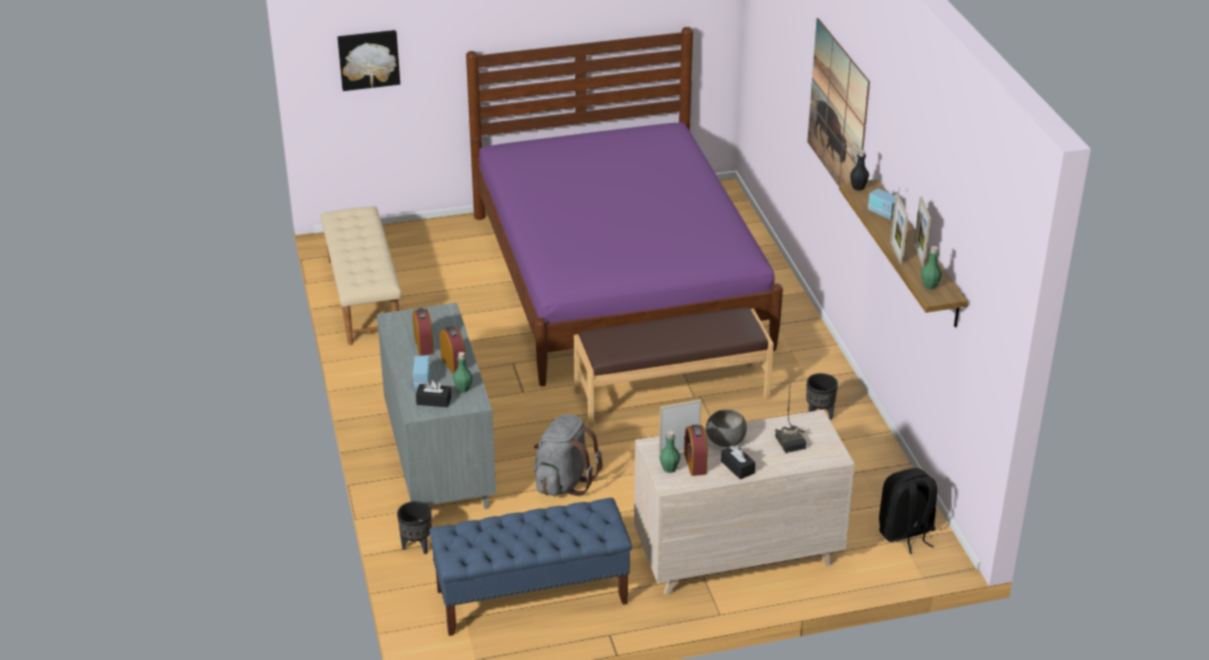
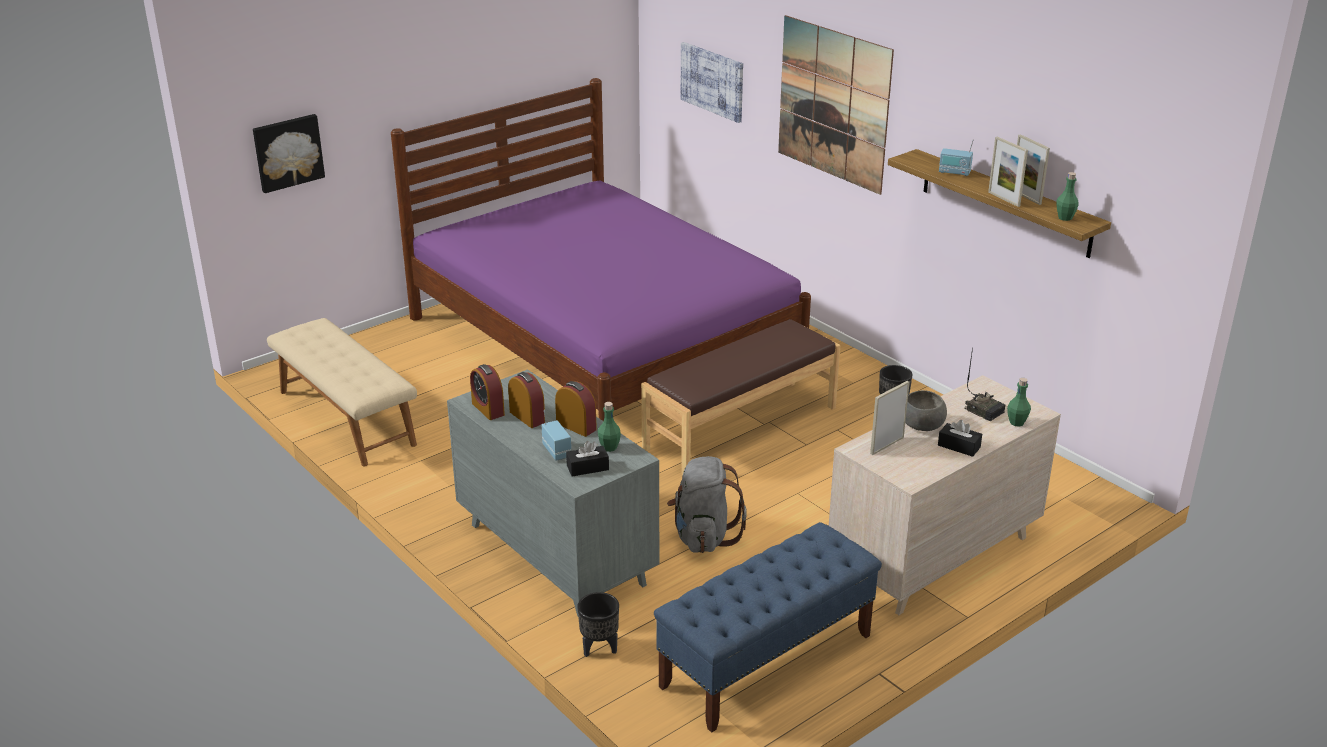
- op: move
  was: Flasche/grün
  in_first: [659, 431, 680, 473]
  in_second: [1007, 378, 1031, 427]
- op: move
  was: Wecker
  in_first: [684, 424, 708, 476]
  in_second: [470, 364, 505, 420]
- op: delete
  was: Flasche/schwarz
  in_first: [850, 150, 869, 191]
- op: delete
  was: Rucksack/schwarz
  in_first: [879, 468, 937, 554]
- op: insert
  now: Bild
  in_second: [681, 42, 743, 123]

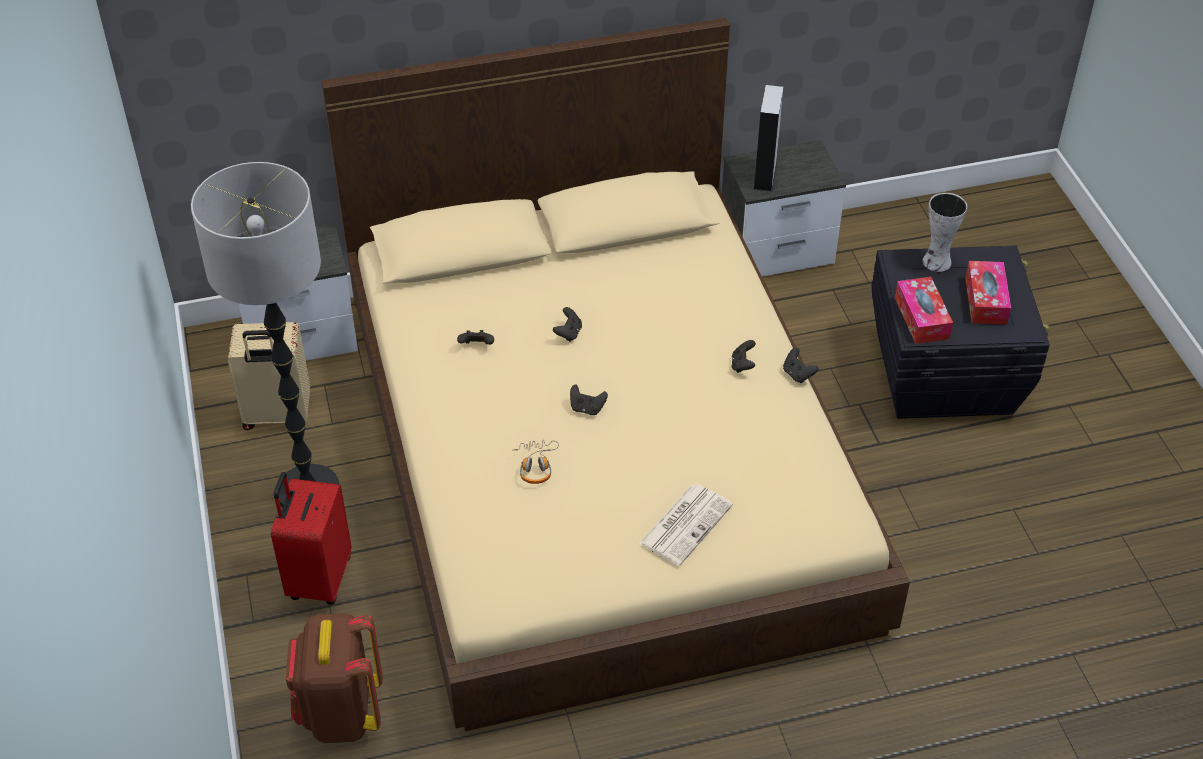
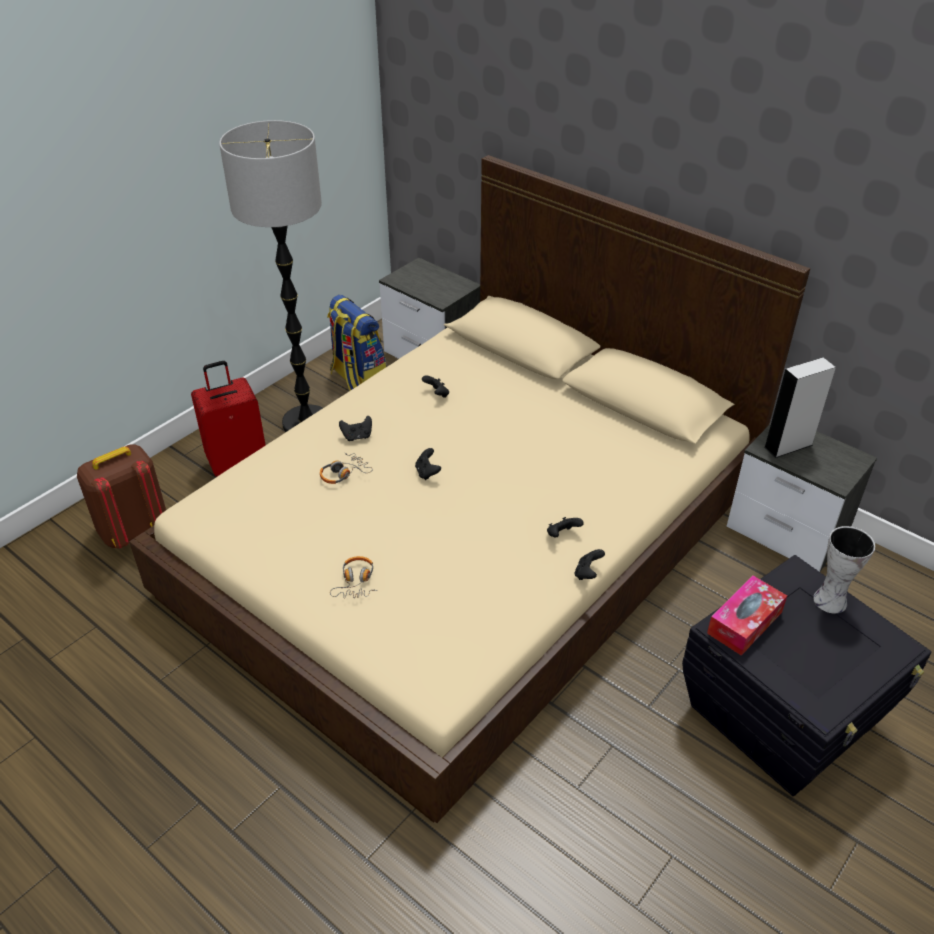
- op: replace
  was: Koffer/beige
  now: Rucksack
  in_first: [228, 322, 310, 430]
  in_second: [327, 295, 386, 391]
- op: move
  was: Gamepad/schwarz
  in_first: [553, 307, 582, 342]
  in_second: [339, 416, 372, 441]
- op: replace
  was: Zeitung
  now: Kopfhörer
  in_first: [638, 484, 733, 566]
  in_second: [330, 556, 377, 599]
- op: delete
  was: Taschentuchbox
  in_first: [965, 261, 1011, 325]

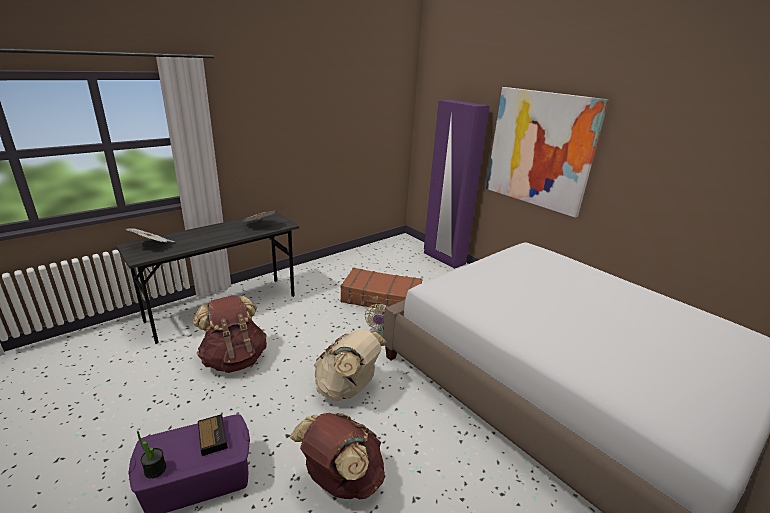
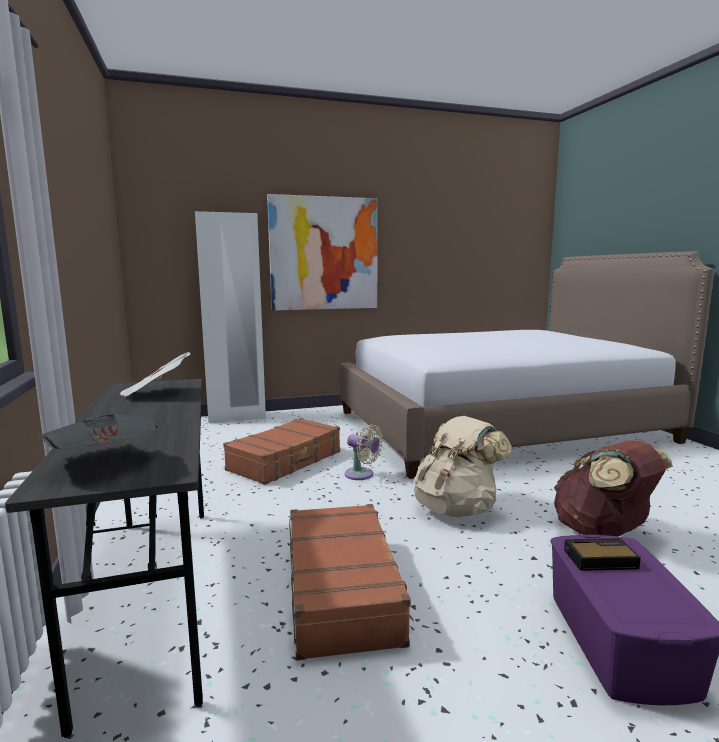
- op: delete
  was: Topfpflanze
  in_first: [137, 431, 166, 479]
- op: replace
  was: Rucksack/braun
  now: Koffer/braun
  in_first: [193, 295, 267, 373]
  in_second: [289, 504, 414, 660]
- op: recolor
  was: Kleiderschrank/lila
  now: Kleiderschrank/weiß
  in_first: [424, 100, 490, 269]
  in_second: [195, 211, 266, 423]

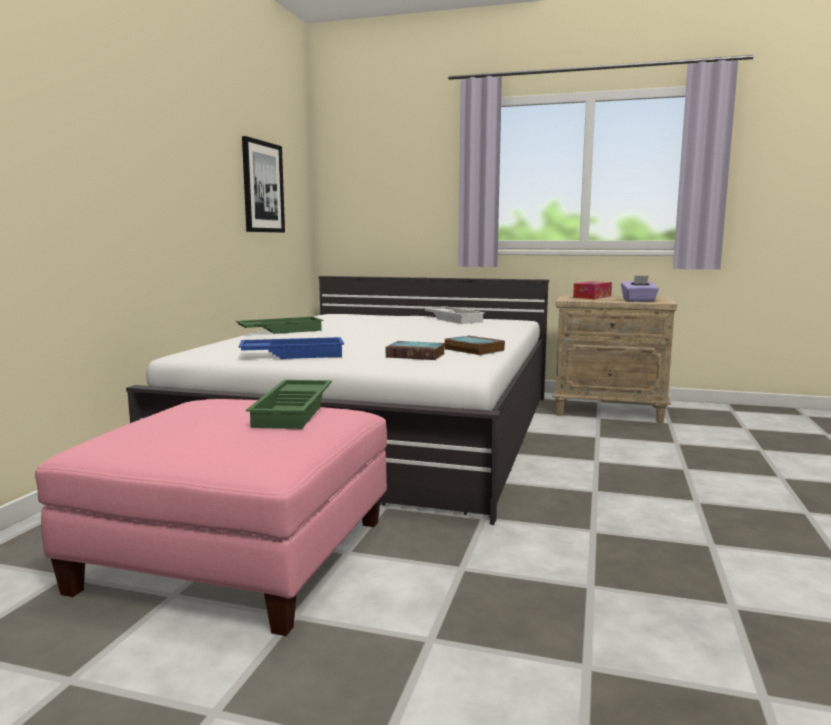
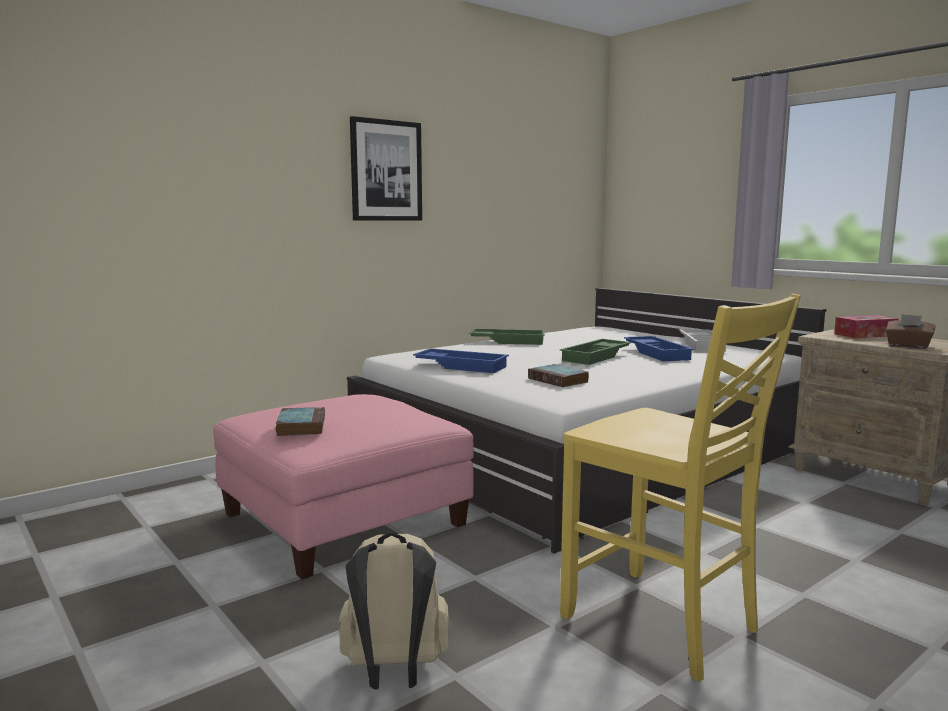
- op: move
  was: Bild
  in_first: [242, 136, 285, 232]
  in_second: [350, 116, 422, 221]
- op: move
  was: Tablett/grün
  in_first: [246, 380, 332, 429]
  in_second: [560, 339, 631, 365]
- op: move
  was: Buch
  in_first: [444, 335, 505, 355]
  in_second: [275, 407, 325, 436]
- op: recolor
  was: Taschentuchbox/lila
  now: Taschentuchbox/braun
  in_first: [621, 276, 659, 301]
  in_second: [886, 314, 936, 348]
- op: insert
  now: Rucksack/beige
  in_second: [339, 533, 450, 690]
- op: insert
  now: Stuhl/gelb
  in_second: [560, 294, 801, 682]
- op: insert
  now: Tablett/blau
  in_second: [624, 336, 694, 361]

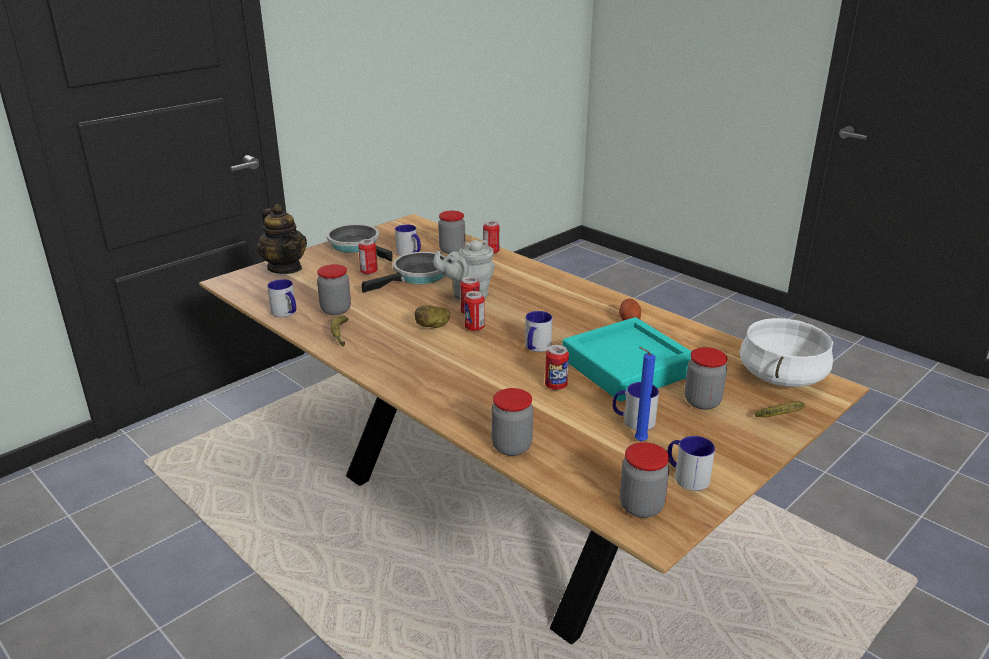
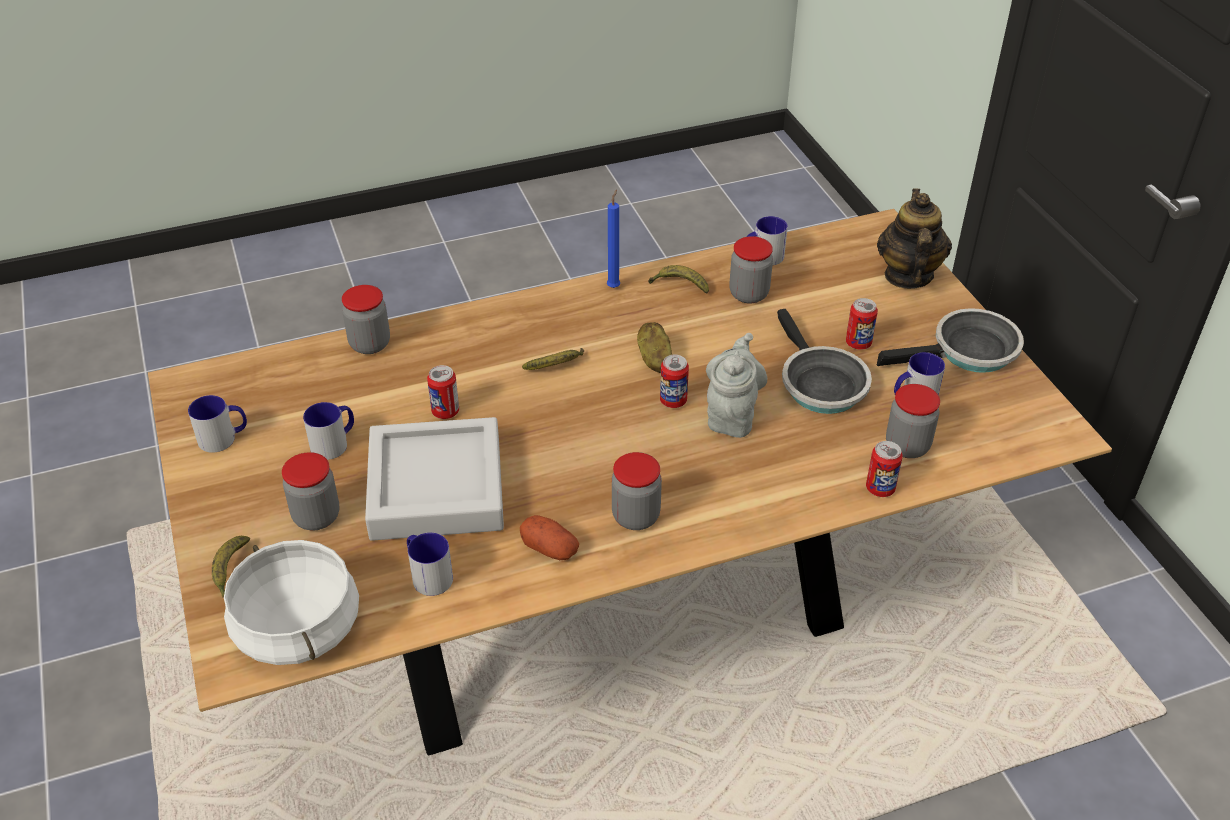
- op: rotate
  was: Teekanne
  in_first: [257, 204, 307, 274]
  in_second: [877, 188, 952, 289]
  clockwise: 105
- op: delete
  was: Dose
  in_first: [464, 291, 485, 331]
- op: move
  was: Henkelbecher
  in_first: [525, 311, 552, 352]
  in_second: [407, 533, 453, 596]
- op: recolor
  was: Tablett/türkis
  now: Tablett/grau
  in_first: [562, 317, 692, 402]
  in_second: [365, 417, 504, 541]
- op: move
  was: Vorratsglas
  in_first: [620, 442, 669, 518]
  in_second: [612, 452, 662, 530]
- op: move
  was: Kerze/blau
  in_first: [635, 347, 655, 441]
  in_second: [607, 189, 620, 288]
- op: insert
  now: Banane
  in_second: [522, 348, 584, 370]

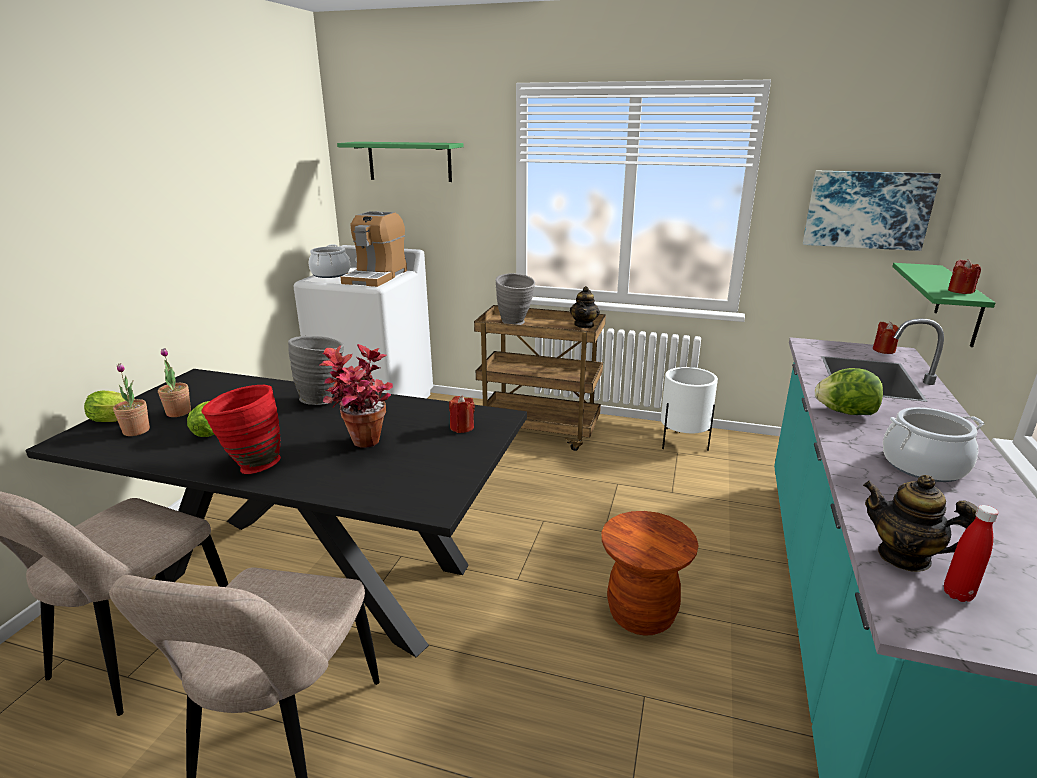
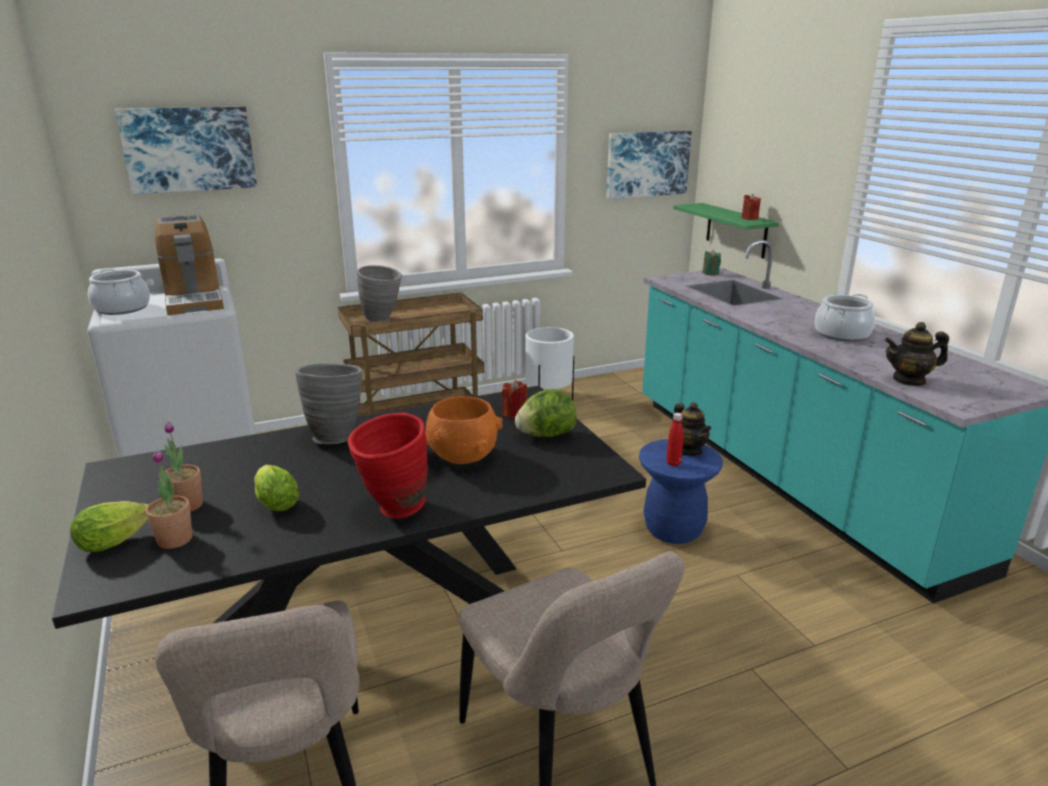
- op: replace
  was: Topfpflanze
  now: Schüssel/orange
  in_first: [319, 344, 393, 448]
  in_second: [425, 396, 503, 464]
- op: replace
  was: Wandregal/grün
  now: Bild
  in_first: [337, 142, 464, 182]
  in_second: [115, 107, 257, 194]
- op: move
  was: Teekanne
  in_first: [570, 286, 600, 328]
  in_second: [672, 402, 711, 456]
- op: recolor
  was: Hocker/braun
  now: Hocker/blau
  in_first: [601, 511, 699, 636]
  in_second: [639, 439, 723, 544]
- op: move
  was: Salatkopf
  in_first: [815, 368, 883, 415]
  in_second: [515, 389, 577, 437]
- op: recolor
  was: Kerze/rot
  now: Kerze/grün
  in_first: [873, 322, 899, 354]
  in_second: [702, 250, 721, 276]
- op: move
  was: Flasche/rot
  in_first: [944, 505, 998, 602]
  in_second: [666, 413, 684, 466]

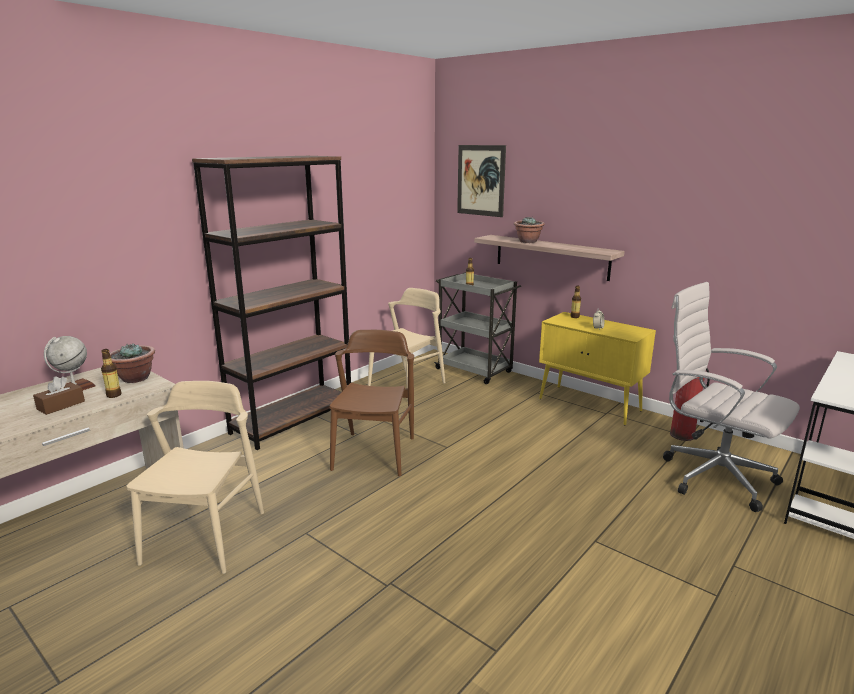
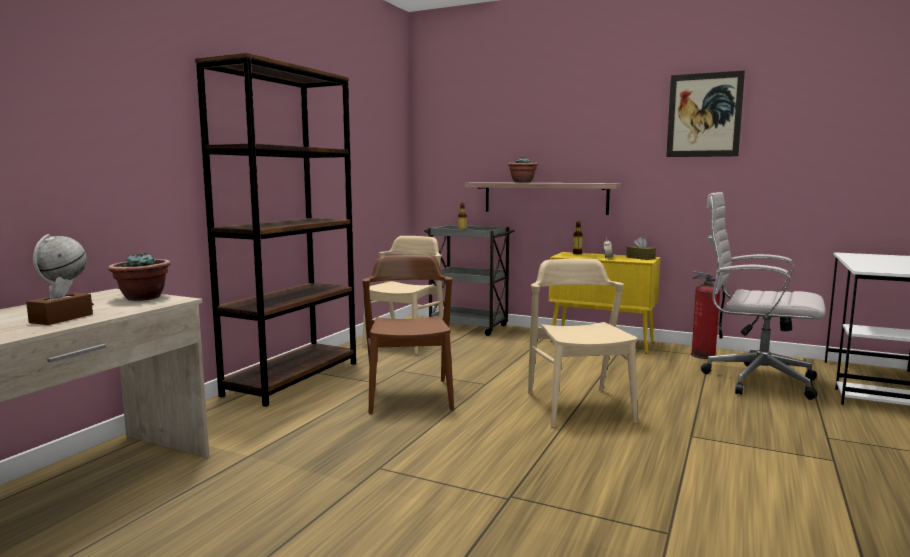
- op: delete
  was: Flasche
  in_first: [101, 349, 121, 398]
- op: move
  was: Stuhl/beige
  in_first: [127, 381, 264, 574]
  in_second: [528, 259, 637, 428]
- op: move
  was: Bild
  in_first: [457, 145, 506, 217]
  in_second: [666, 70, 745, 157]
- op: insert
  now: Taschentuchbox/braun
  in_second: [627, 237, 656, 260]

